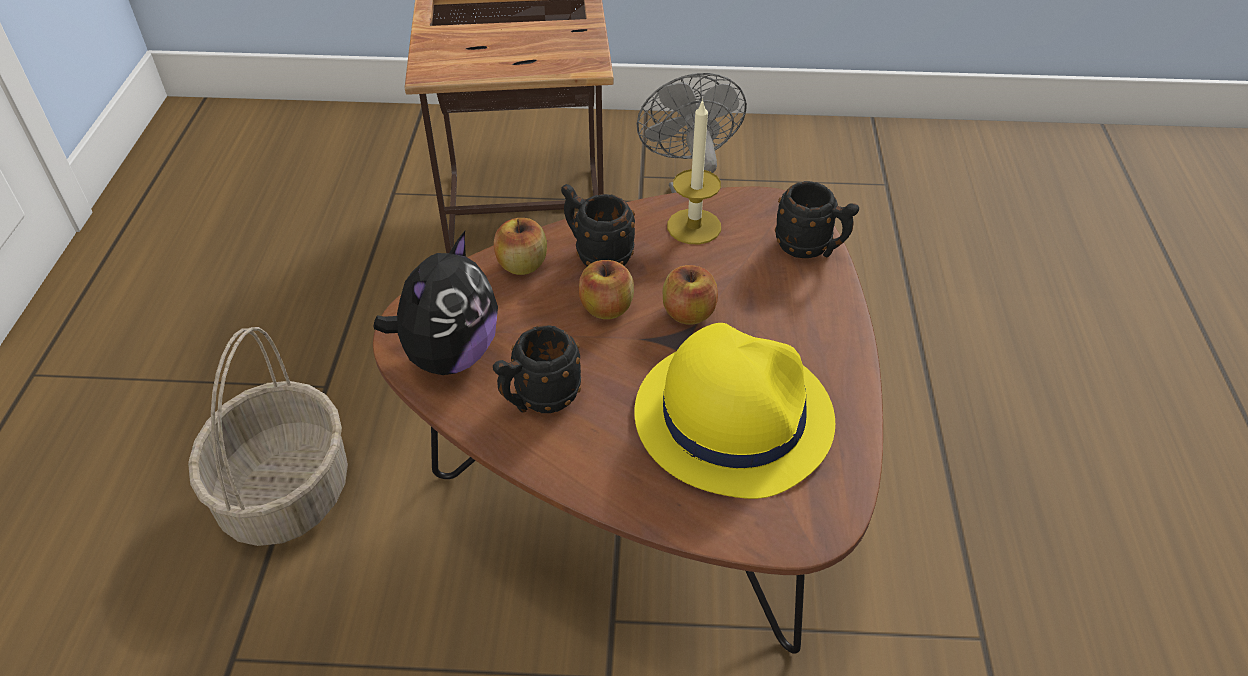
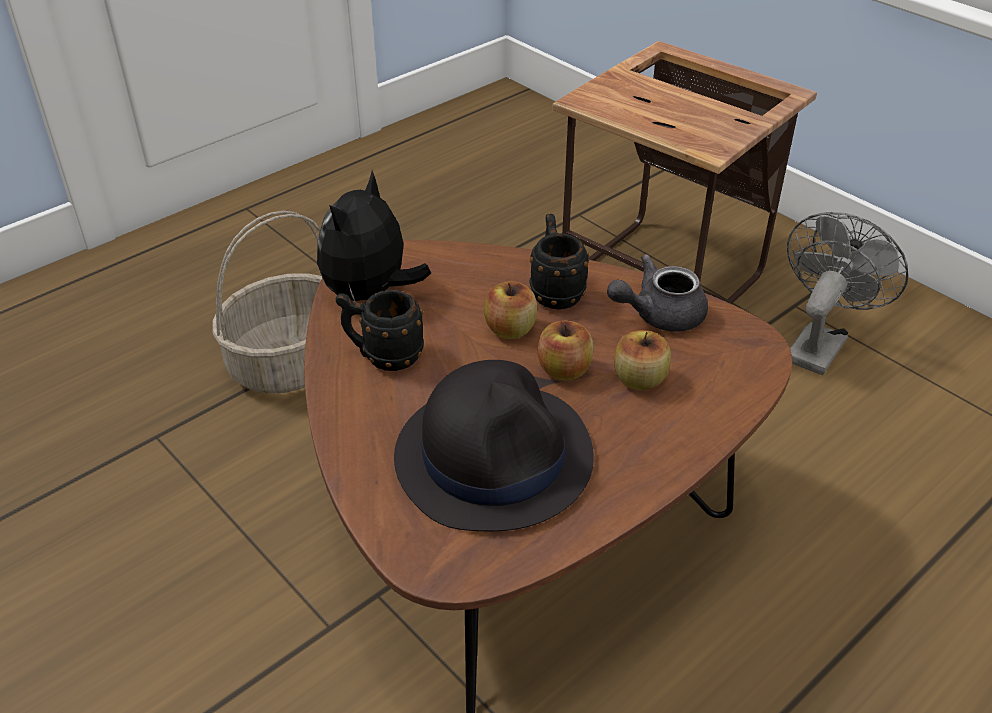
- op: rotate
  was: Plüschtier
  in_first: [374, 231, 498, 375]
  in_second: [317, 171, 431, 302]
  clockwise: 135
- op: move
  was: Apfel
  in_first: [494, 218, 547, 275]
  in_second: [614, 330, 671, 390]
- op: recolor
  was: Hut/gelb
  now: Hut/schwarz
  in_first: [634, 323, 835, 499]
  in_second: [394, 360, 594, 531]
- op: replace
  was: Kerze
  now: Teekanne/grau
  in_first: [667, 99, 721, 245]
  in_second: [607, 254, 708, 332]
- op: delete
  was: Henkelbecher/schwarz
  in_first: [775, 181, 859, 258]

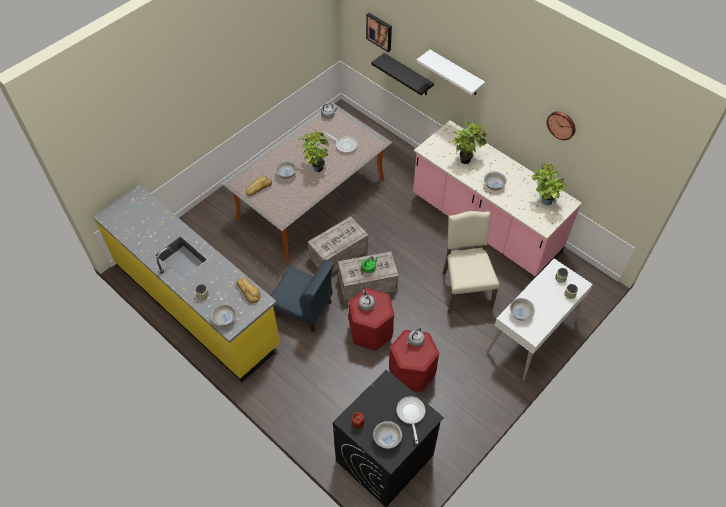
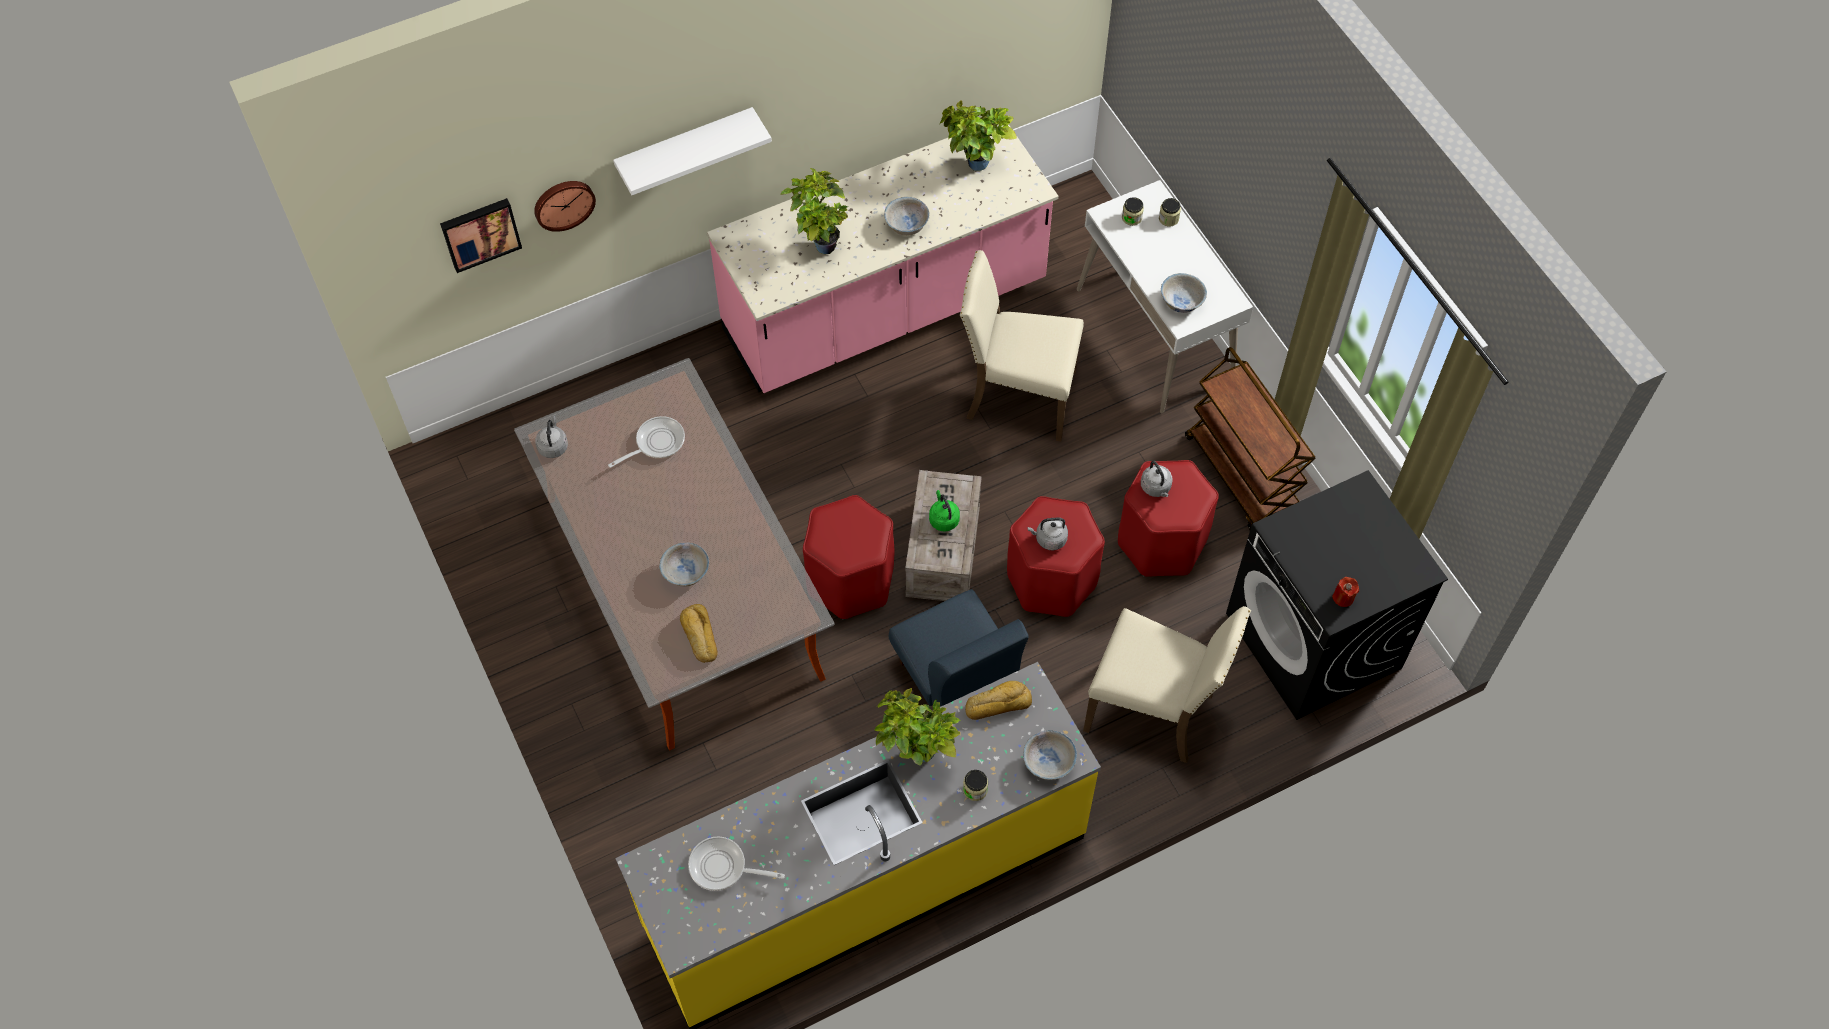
- op: rotate
  was: Stuhl/blau
  in_first: [271, 259, 334, 332]
  in_second: [889, 589, 1029, 707]
  clockwise: 105
- op: move
  was: Topfpflanze
  in_first: [298, 130, 329, 172]
  in_second: [874, 688, 961, 766]
- op: replace
  was: Kiste
  now: Hocker/rot
  in_first: [308, 216, 368, 273]
  in_second: [803, 495, 894, 620]
- op: delete
  was: Wandregal/schwarz
  in_first: [371, 53, 434, 95]
- op: delete
  was: Schüssel/weiß
  in_first: [373, 421, 402, 449]
- op: move
  was: Pfanne
  in_first: [397, 396, 425, 444]
  in_second: [688, 837, 785, 891]
- op: move
  was: Wanduhr
  in_first: [547, 111, 576, 140]
  in_second: [534, 181, 596, 232]
- op: insert
  now: Stuhl/beige
  in_second: [1083, 606, 1251, 763]
- op: insert
  now: Rollwagen/braun
  in_second: [1185, 347, 1316, 530]

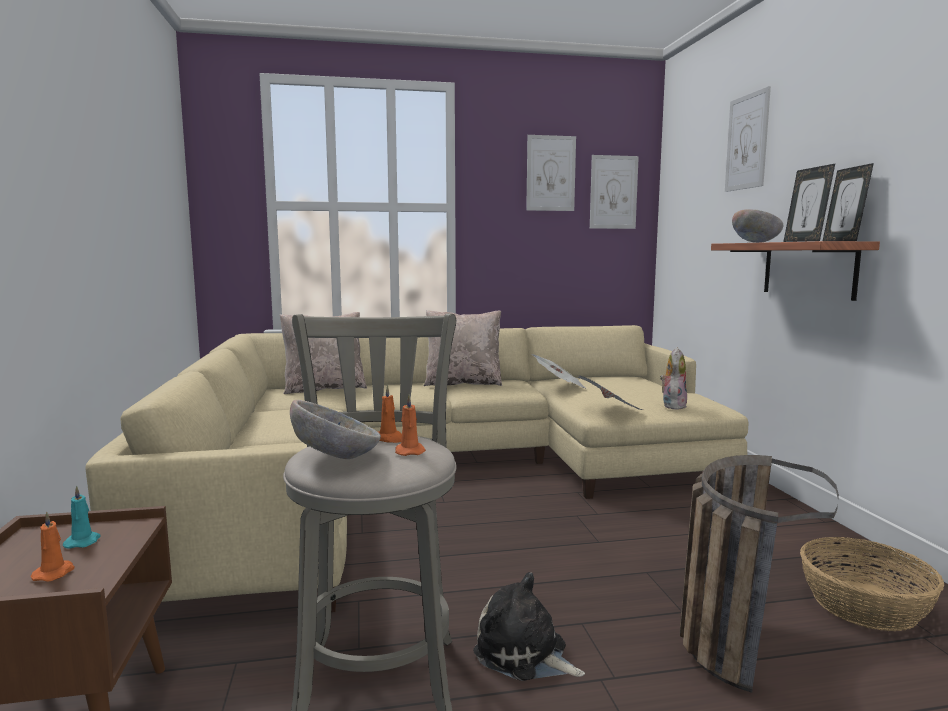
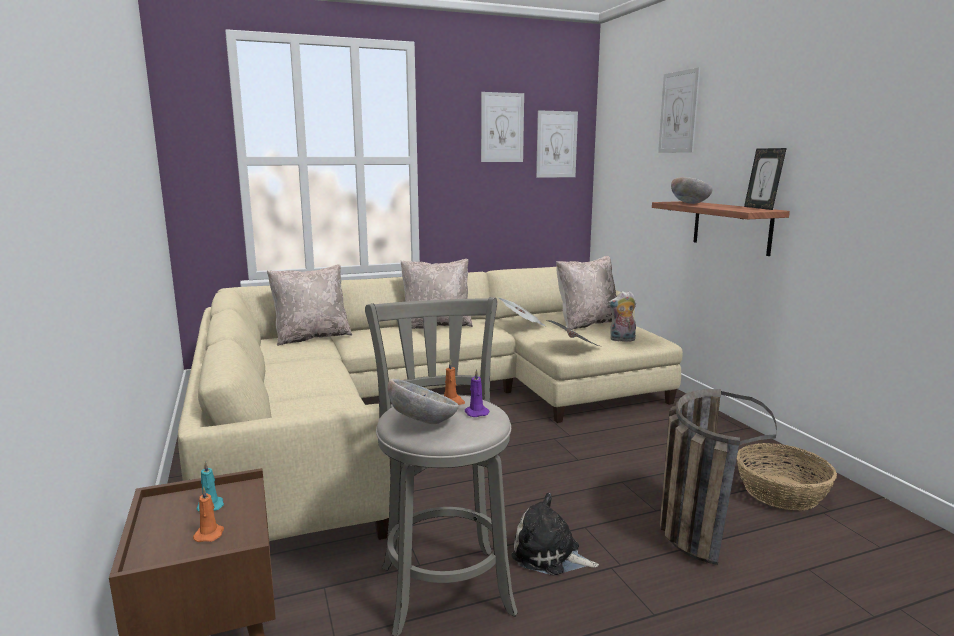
- op: recolor
  was: Kerze/orange
  now: Kerze/lila
  in_first: [395, 395, 426, 456]
  in_second: [465, 369, 490, 417]
- op: rotate
  was: Plüschtier
  in_first: [660, 347, 687, 410]
  in_second: [608, 291, 636, 342]
  clockwise: -105
- op: delete
  was: Bilderrahmen
  in_first: [783, 164, 835, 242]
- op: insert
  now: Kissen/beige
  in_second: [556, 256, 617, 330]

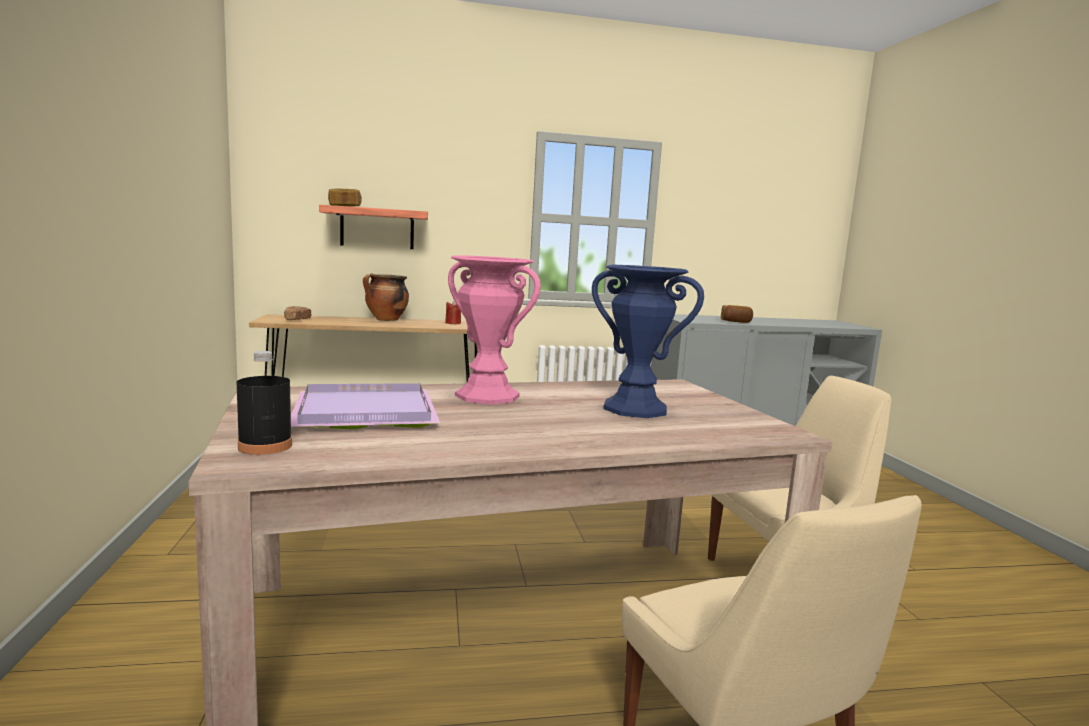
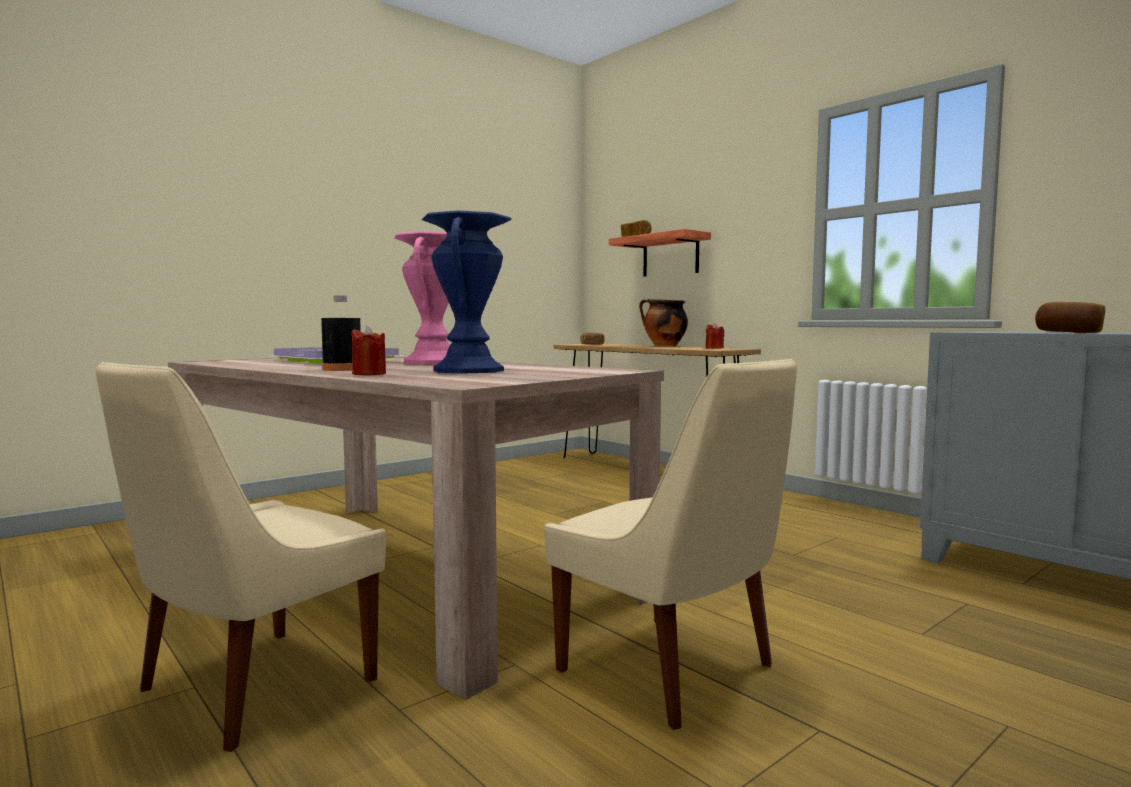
- op: move
  was: Flasche/schwarz
  in_first: [237, 351, 292, 455]
  in_second: [321, 295, 361, 371]
- op: insert
  now: Kerze/rot
  in_second: [351, 326, 386, 376]

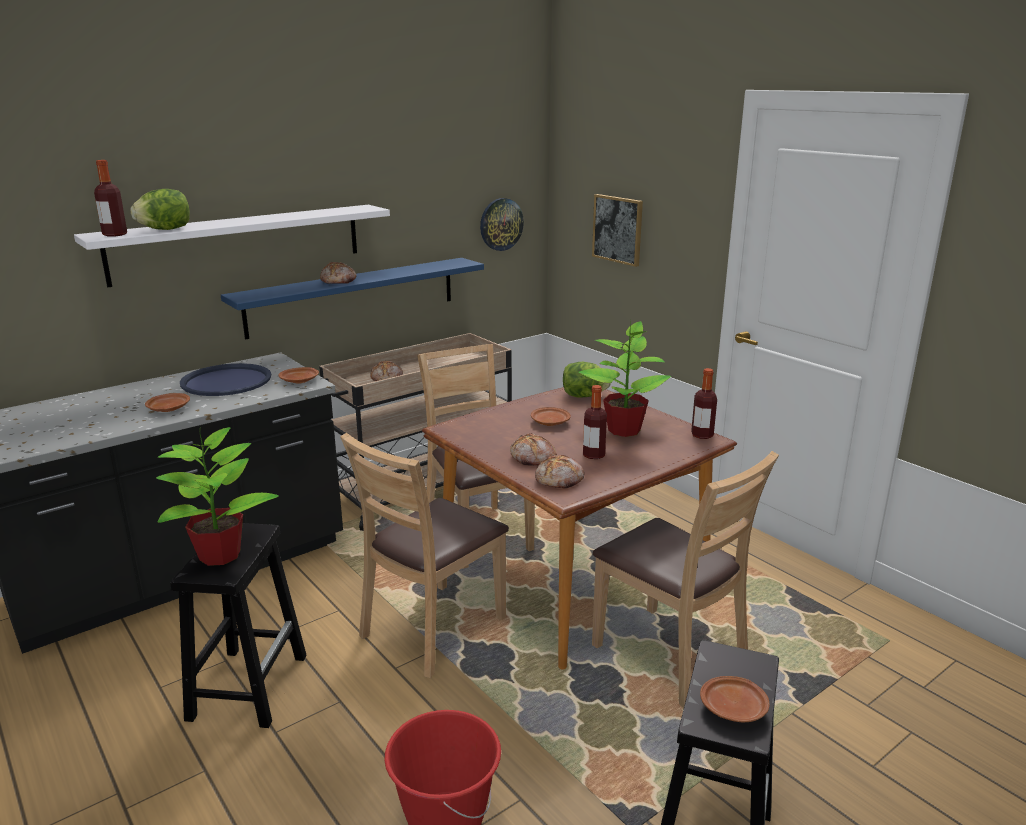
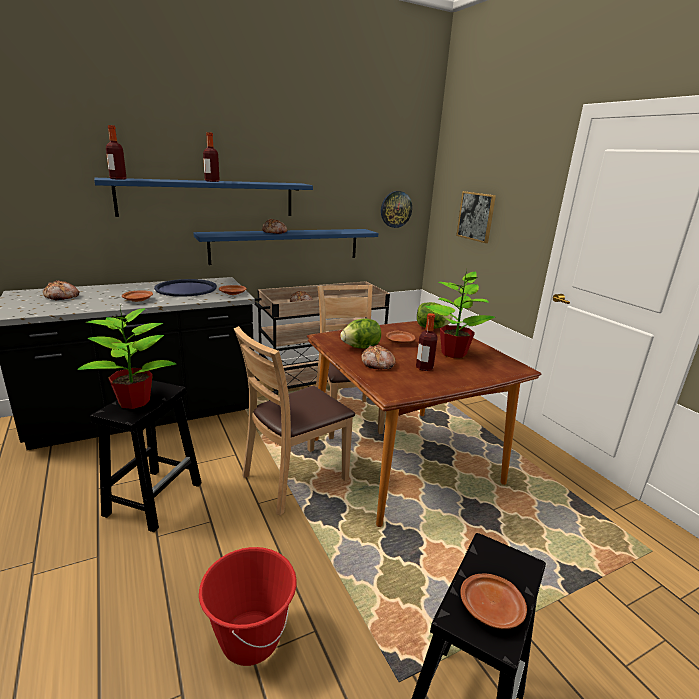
- op: recolor
  was: Wandregal/weiß
  now: Wandregal/blau
  in_first: [74, 205, 390, 287]
  in_second: [94, 178, 313, 217]
- op: move
  was: Salatkopf
  in_first: [130, 189, 190, 230]
  in_second: [340, 318, 381, 349]
- op: move
  was: Brot
  in_first: [535, 455, 584, 489]
  in_second: [43, 280, 80, 301]
- op: delete
  was: Stuhl/braun
  in_first: [592, 451, 779, 709]
- op: move
  was: Flasche
  in_first: [691, 368, 717, 439]
  in_second: [203, 132, 220, 182]

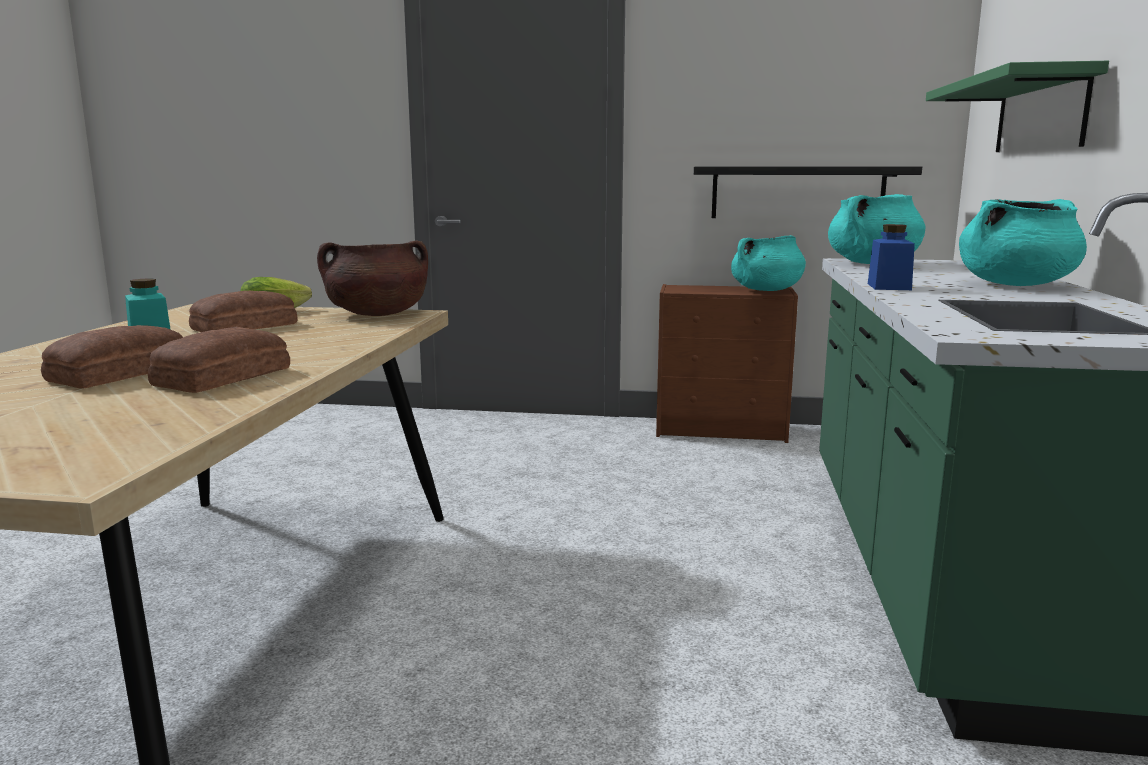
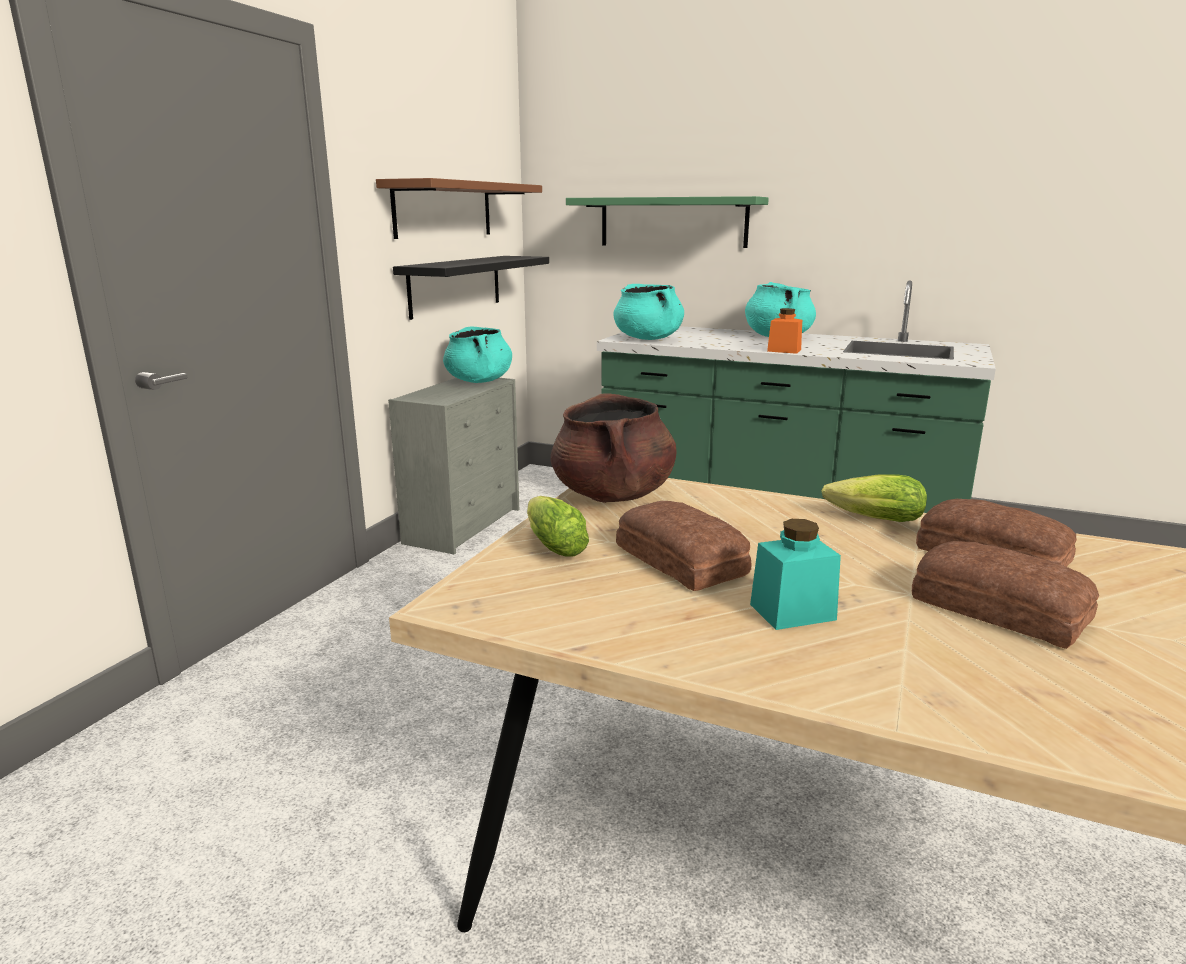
- op: recolor
  was: Kommode/braun
  now: Kommode/grau
  in_first: [656, 284, 798, 443]
  in_second: [388, 378, 519, 554]
- op: recolor
  was: Vorratsglas/blau
  now: Vorratsglas/orange
  in_first: [868, 224, 915, 290]
  in_second: [767, 308, 802, 354]
- op: insert
  now: Wandregal/braun
  in_second: [376, 178, 542, 239]
- op: insert
  now: Salatkopf
  in_second: [821, 474, 927, 522]

